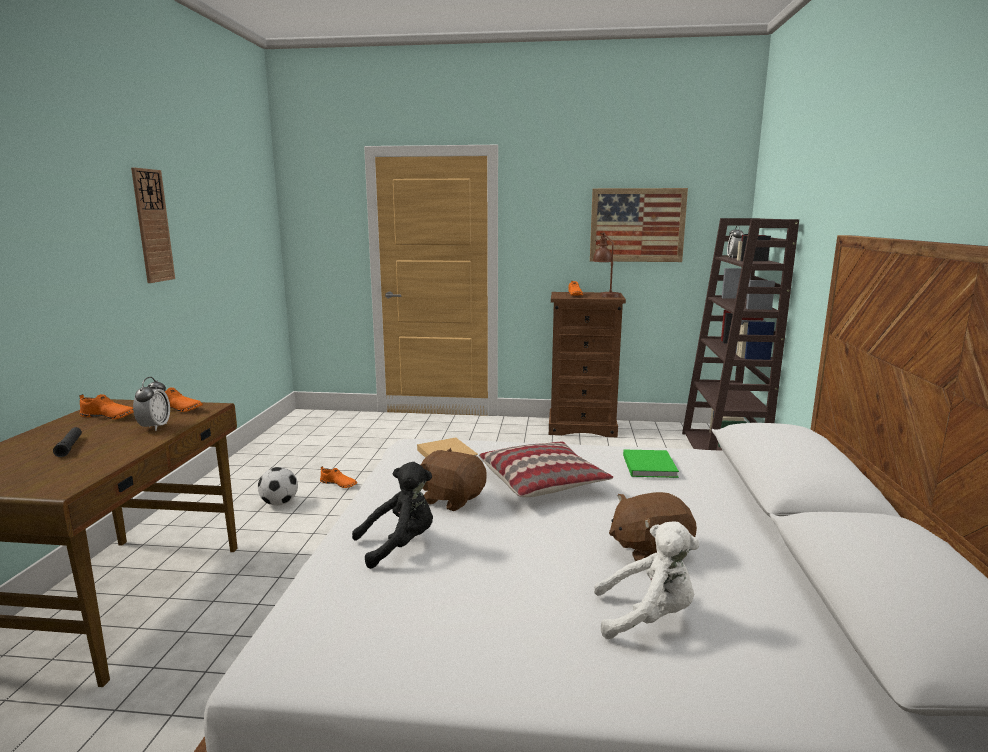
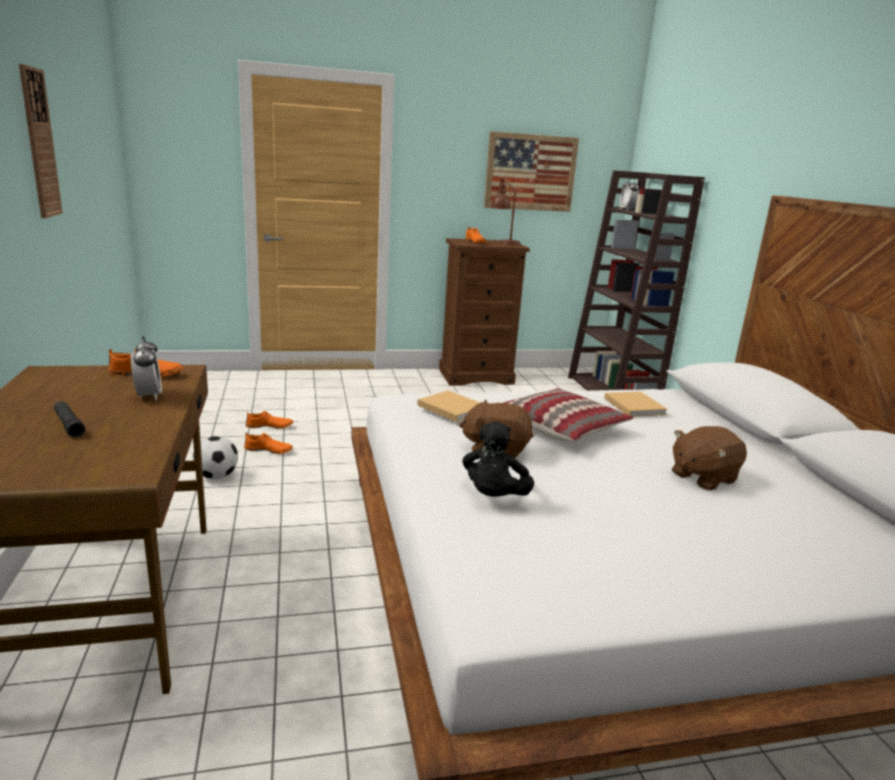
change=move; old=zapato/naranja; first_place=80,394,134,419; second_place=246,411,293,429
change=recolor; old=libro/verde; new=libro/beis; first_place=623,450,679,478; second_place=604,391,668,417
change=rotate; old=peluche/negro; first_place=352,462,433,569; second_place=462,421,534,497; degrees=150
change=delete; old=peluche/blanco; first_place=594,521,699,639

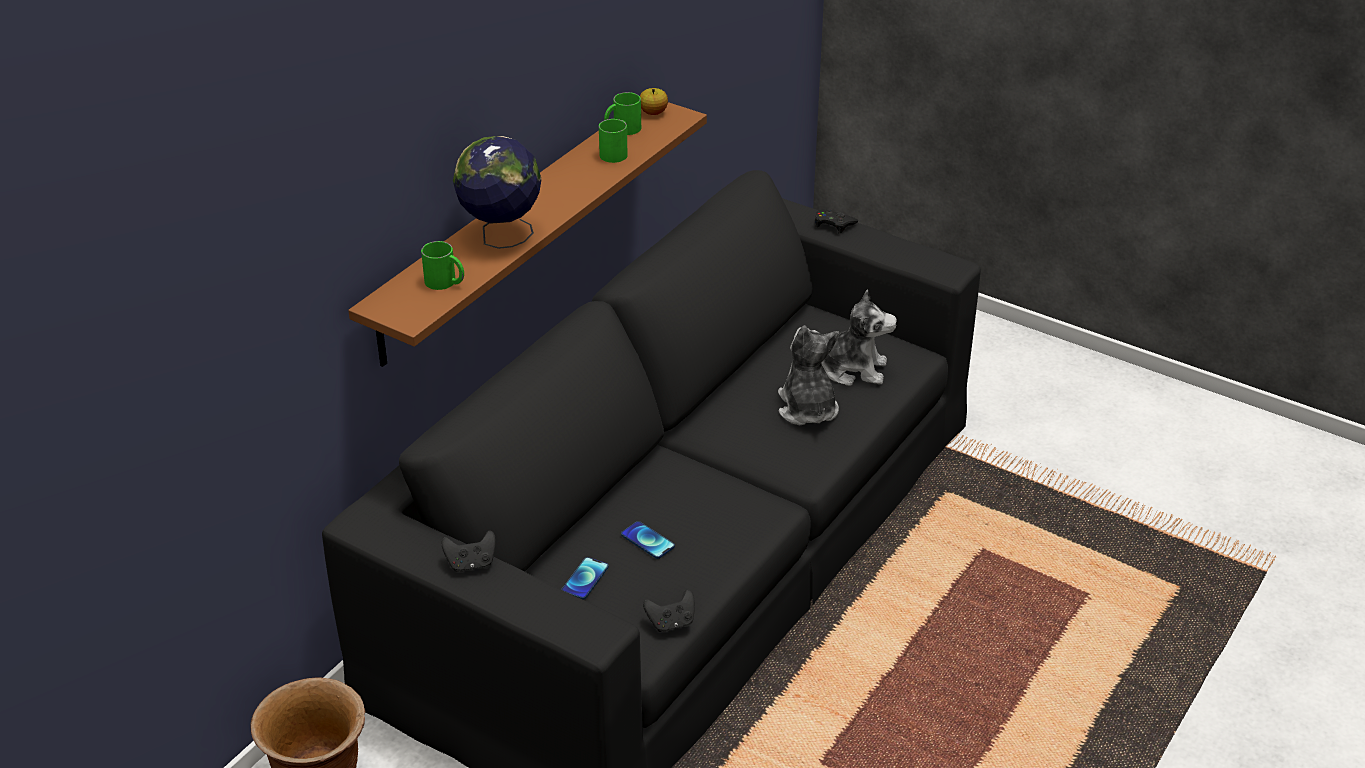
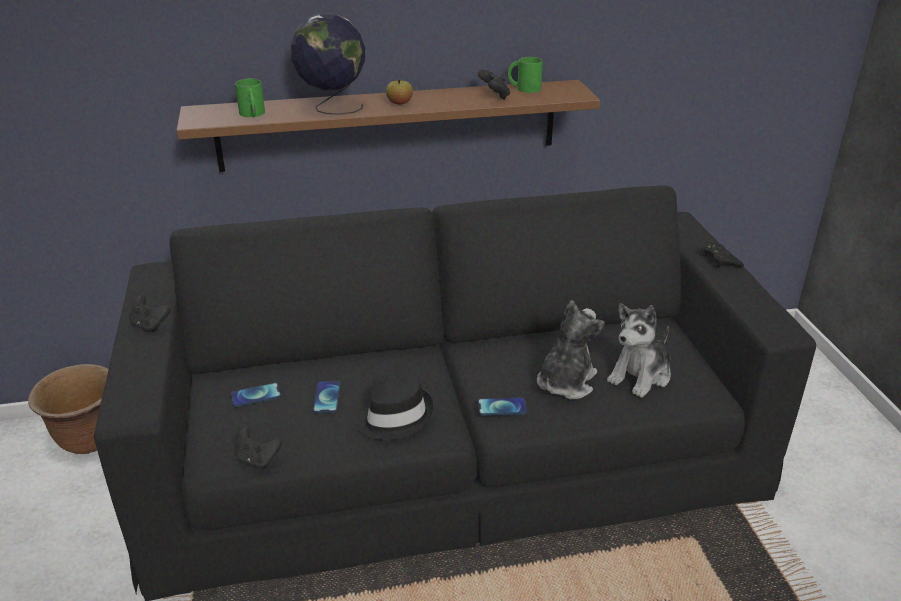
change=move; old=manzana; first_place=640,88,668,115; second_place=386,80,413,105
change=replace; old=taza grande/verde; new=mando de consola/negro; first_place=599,119,628,163; second_place=478,70,510,100
change=rotate; old=peluche; first_place=822,289,897,386; second_place=607,303,671,398; degrees=75
change=insert; new=sombrero/negro; second_place=358,372,433,440
change=insert; new=móvil; second_place=478,398,527,416

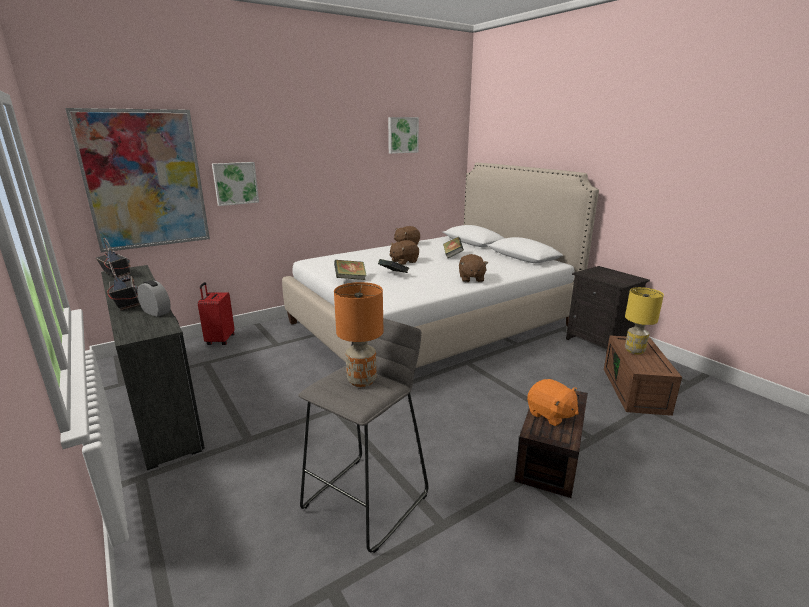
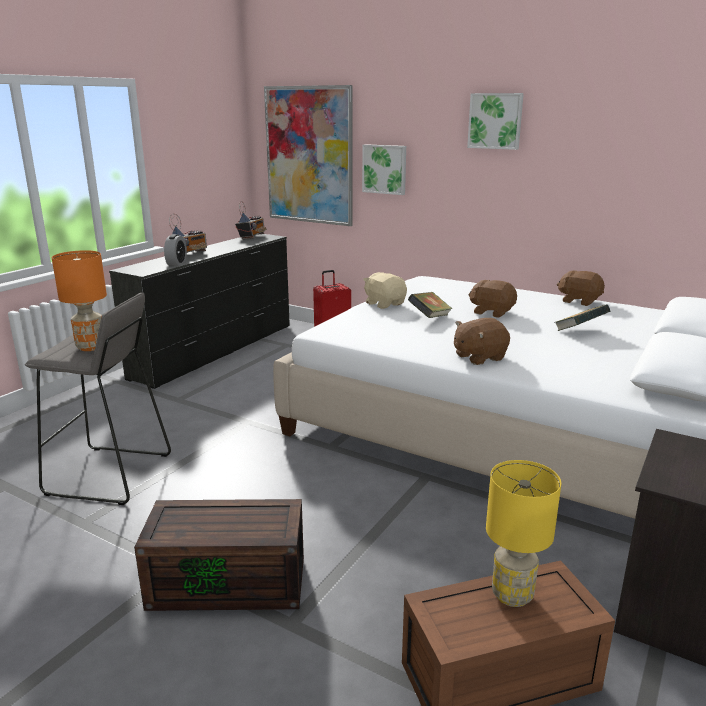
change=move; old=cuadro; first_place=388,117,419,154; second_place=467,93,524,150
change=replace; old=libro; new=peluche/beis; first_place=334,260,367,280; second_place=363,272,407,309
change=delete; old=peluche/naranja; first_place=527,379,579,426

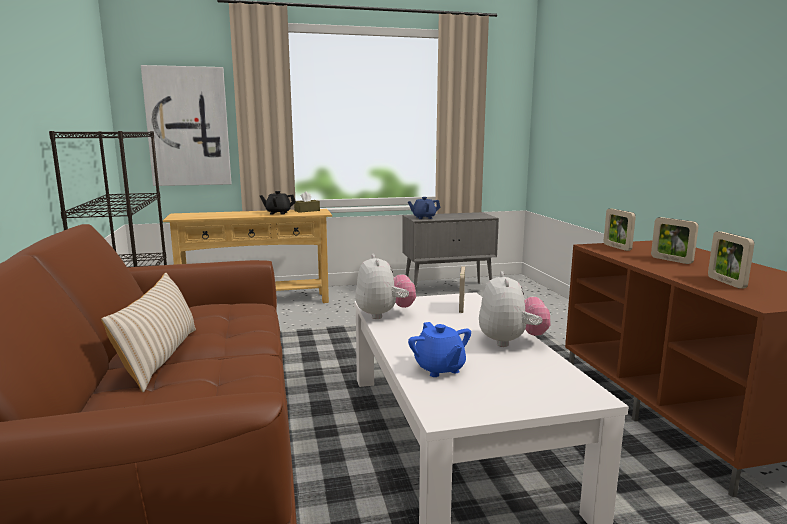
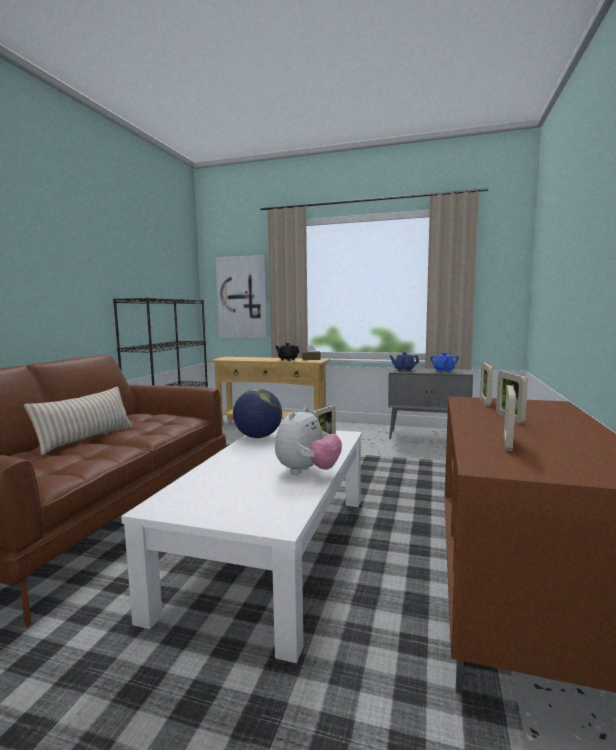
change=replace; old=peluche; new=globo terráqueo; first_place=355,254,416,319; second_place=233,389,282,438
change=move; old=tetera/azul; first_place=408,322,471,377; second_place=430,353,459,372

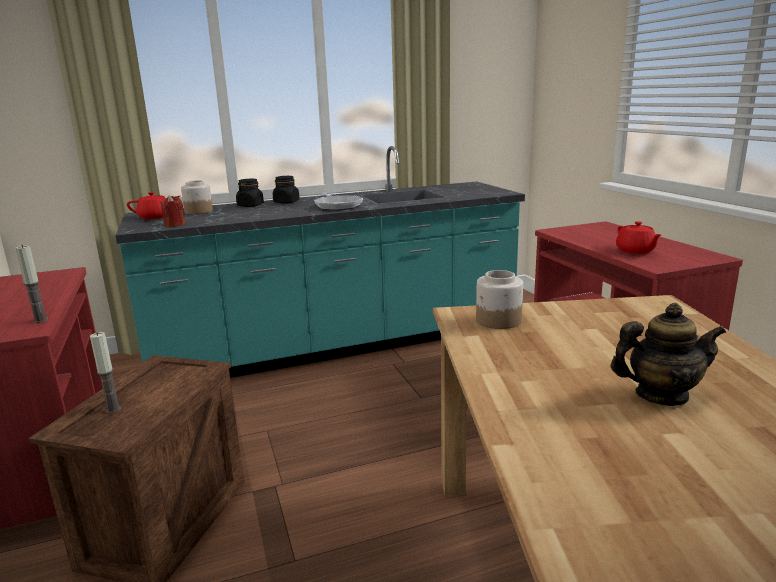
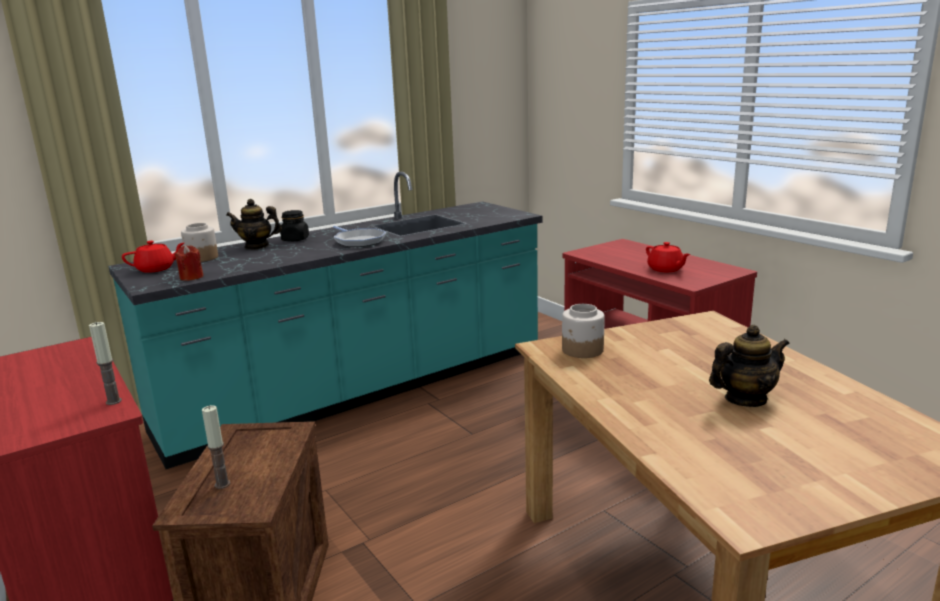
change=replace; old=tarro/negro; new=tetera; first_place=236,178,264,207; second_place=226,199,282,250

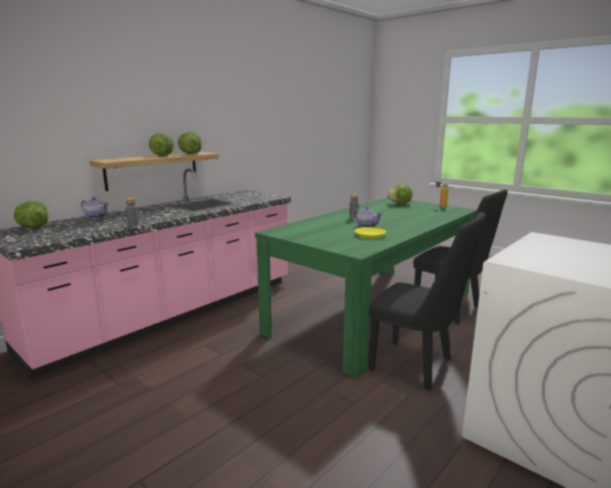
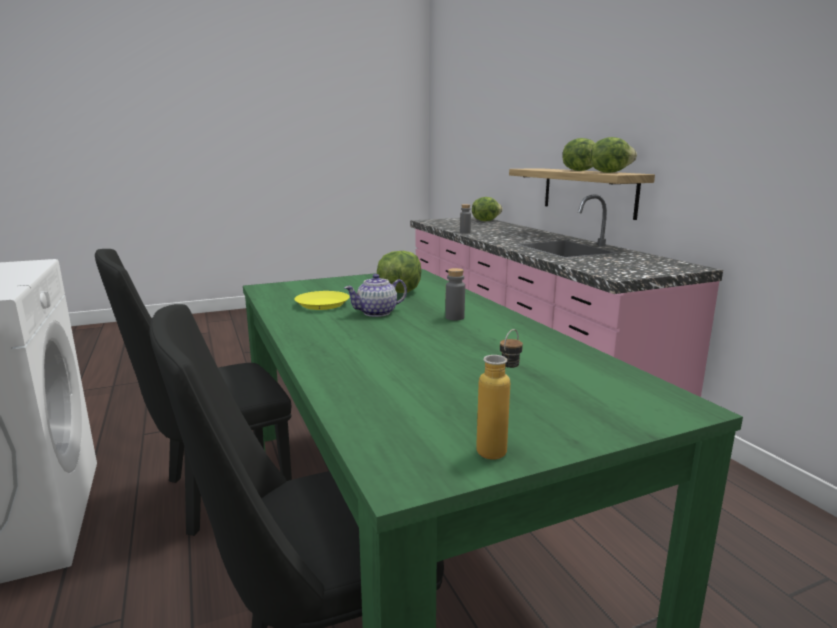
change=move; old=lechuga; first_place=387,184,413,204; second_place=377,251,421,293
change=delete; old=tetera; first_place=81,197,108,219

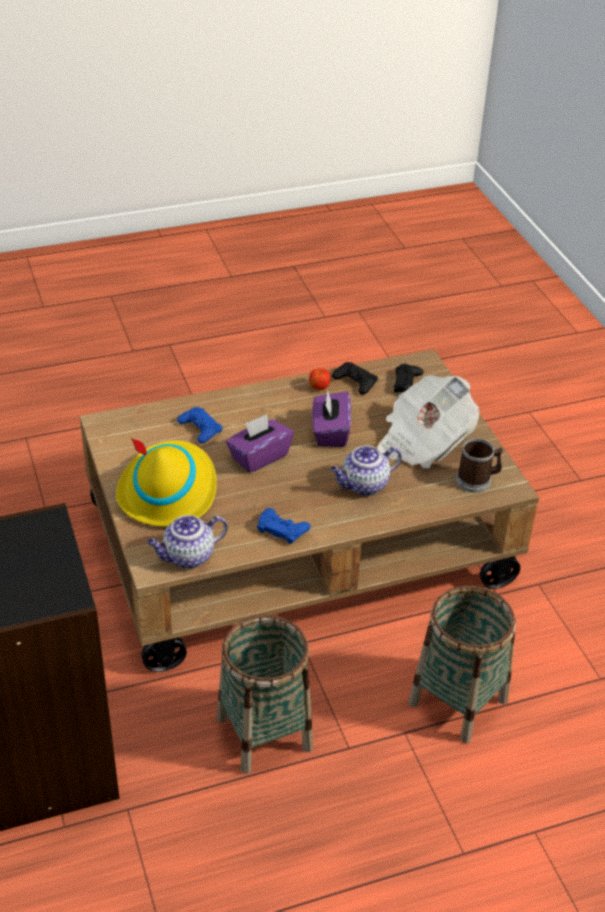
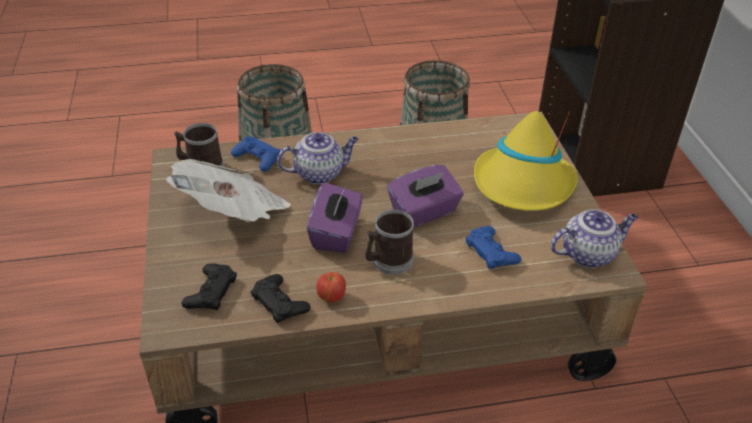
change=move; old=mando de consola/azul; first_place=257,508,311,544; second_place=231,137,281,171
change=move; old=tetera; first_place=147,515,228,569; second_place=550,209,638,268
change=insert; new=taza grande; second_place=365,210,414,275

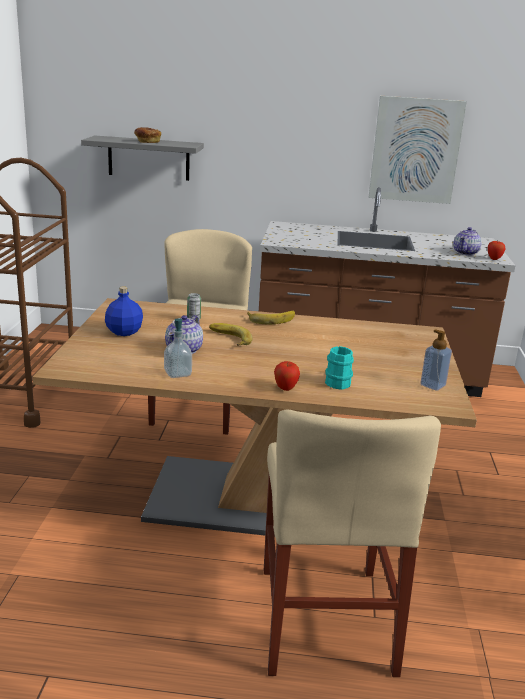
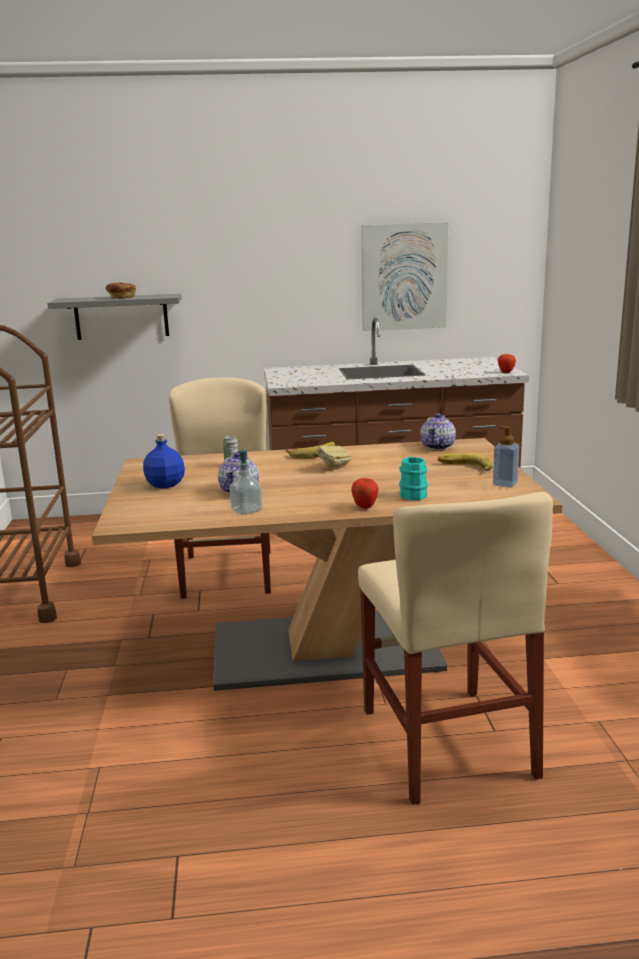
change=move; old=tetera; first_place=453,227,482,256; second_place=420,413,456,450
change=move; old=plátano; first_place=209,323,253,346; second_place=438,453,493,471
change=insert; new=pan; second_place=317,446,351,467

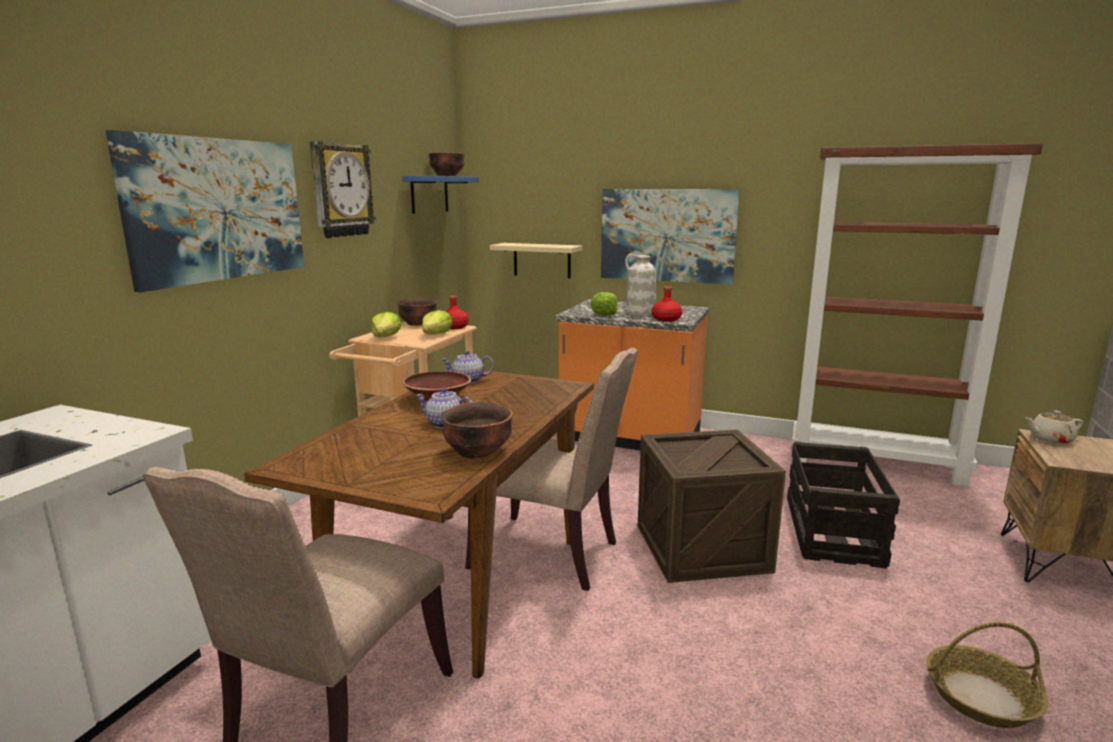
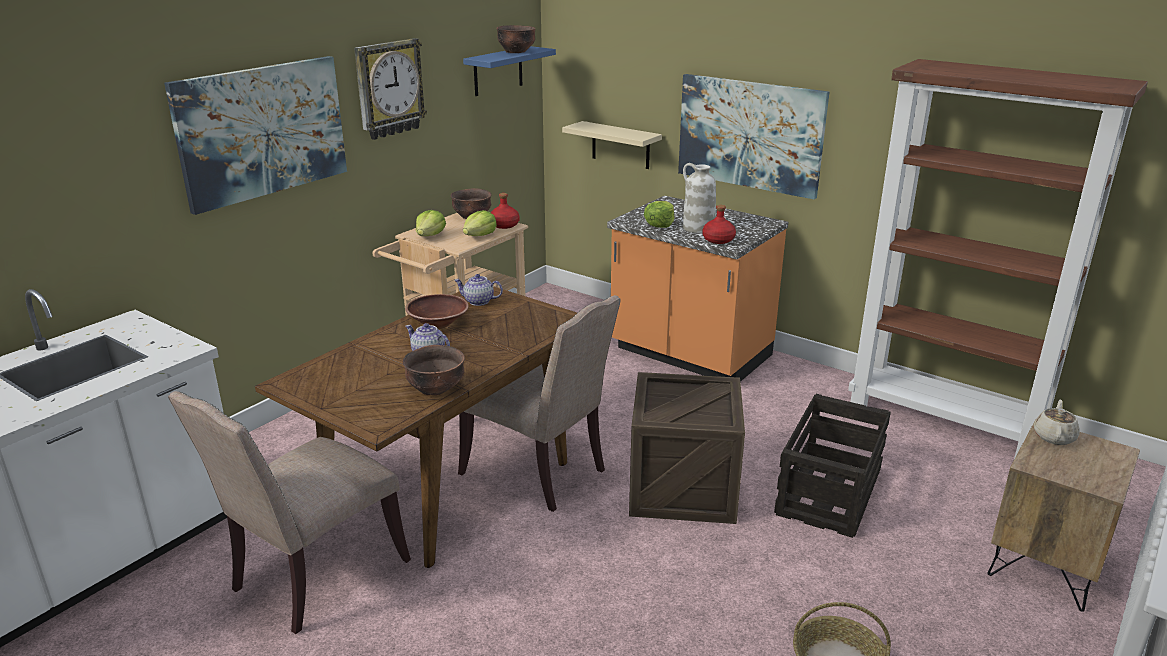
change=rotate; old=tetera/beis; first_place=1026,411,1083,444; second_place=1034,399,1080,445; degrees=105

